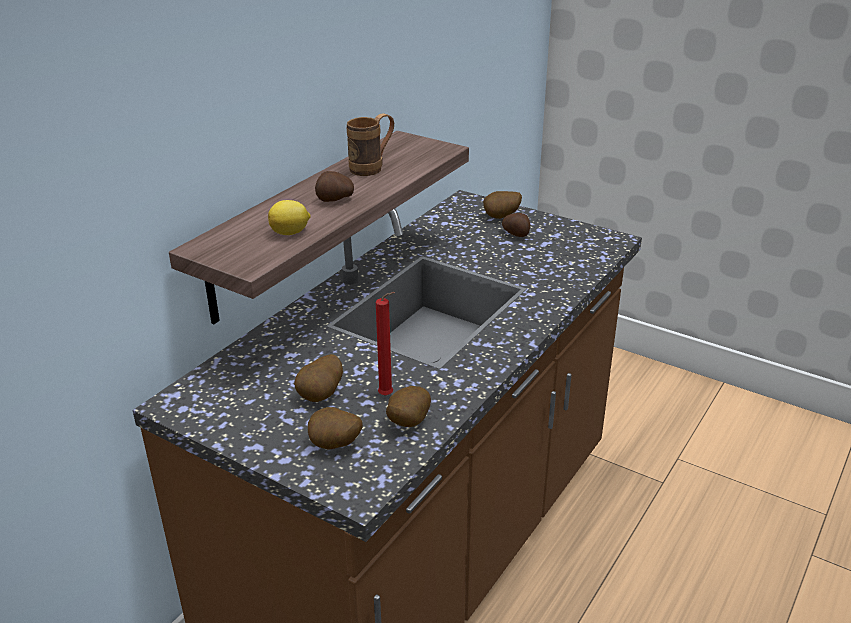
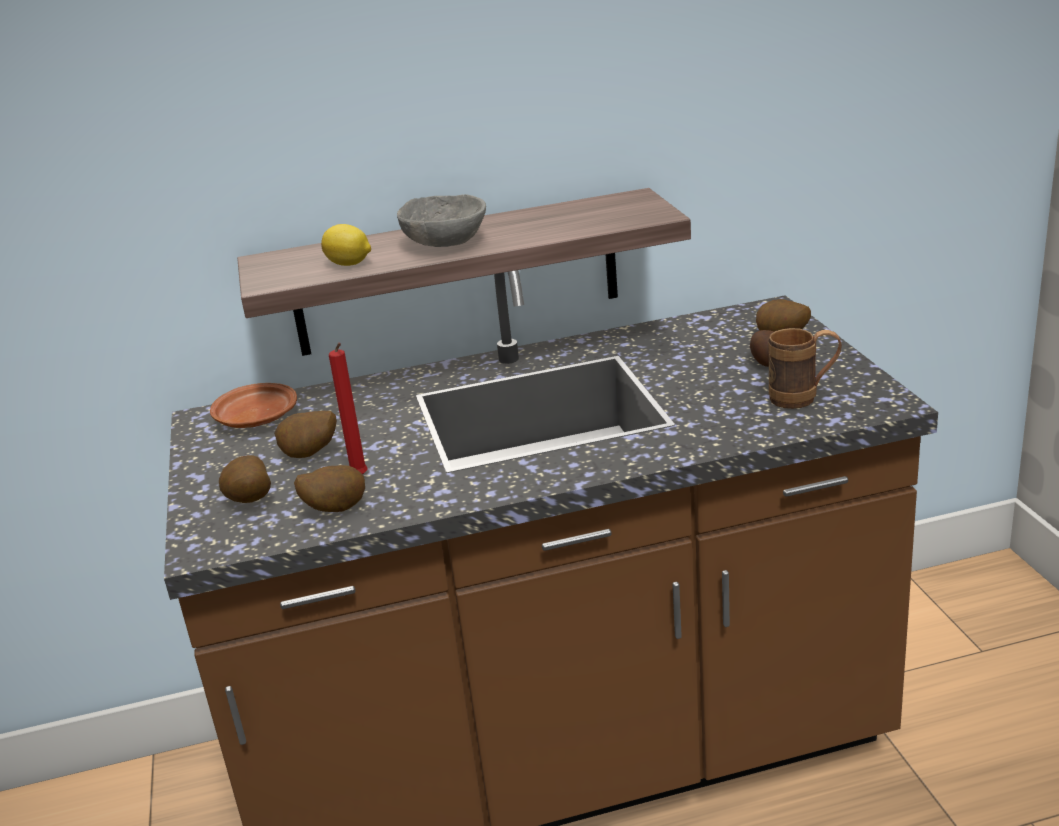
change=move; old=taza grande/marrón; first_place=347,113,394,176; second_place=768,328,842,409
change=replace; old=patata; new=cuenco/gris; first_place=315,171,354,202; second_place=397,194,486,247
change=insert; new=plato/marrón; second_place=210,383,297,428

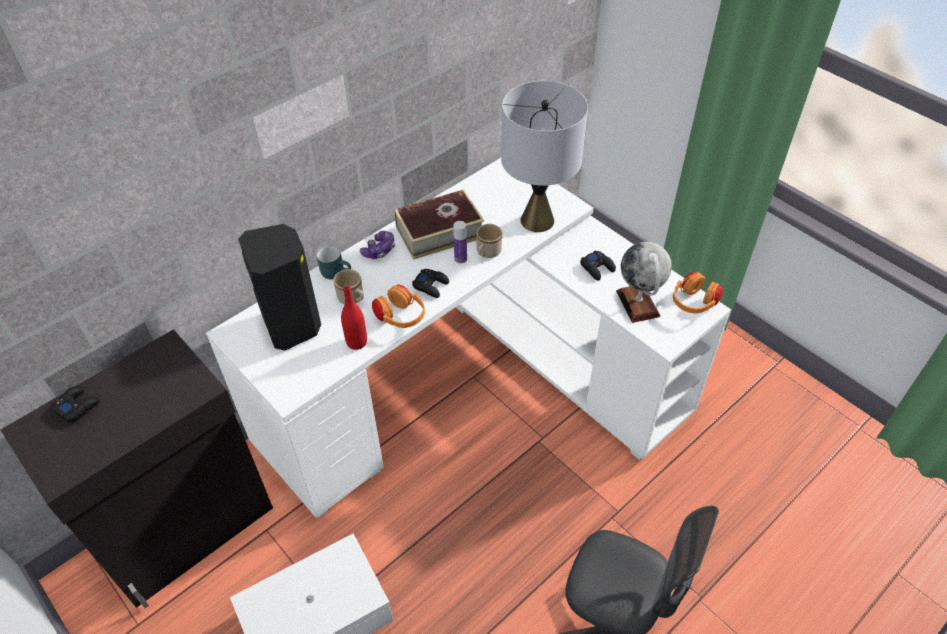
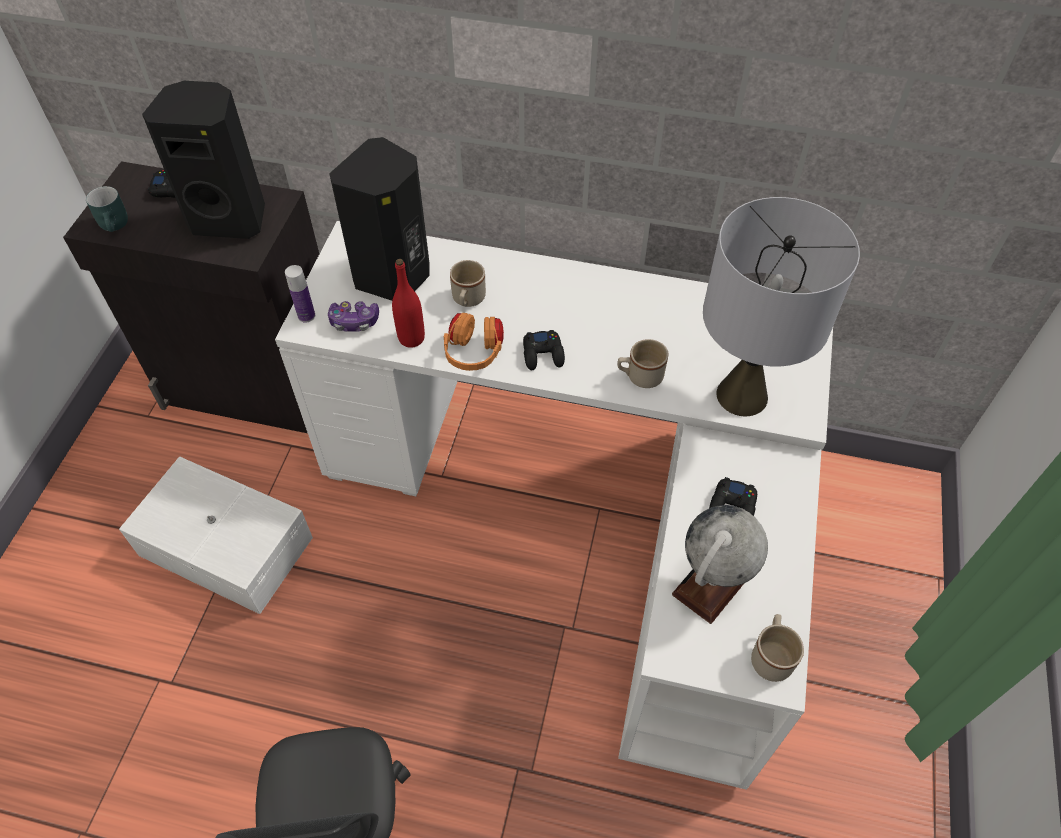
change=delete; old=libro; first_place=394,189,484,260
change=move; old=botella; first_place=453,221,467,264; second_place=285,265,315,323
change=move; old=mando de consola; first_place=360,231,395,259; second_place=328,301,379,332
change=move; old=taza grande/turquesa; first_place=316,246,351,279; second_place=86,186,128,232
change=replace; old=auriculares/naranja; new=taza grande/beis; first_place=673,271,723,314; second_place=751,614,804,682
change=insert; new=altavoz/negro; second_place=142,81,265,239

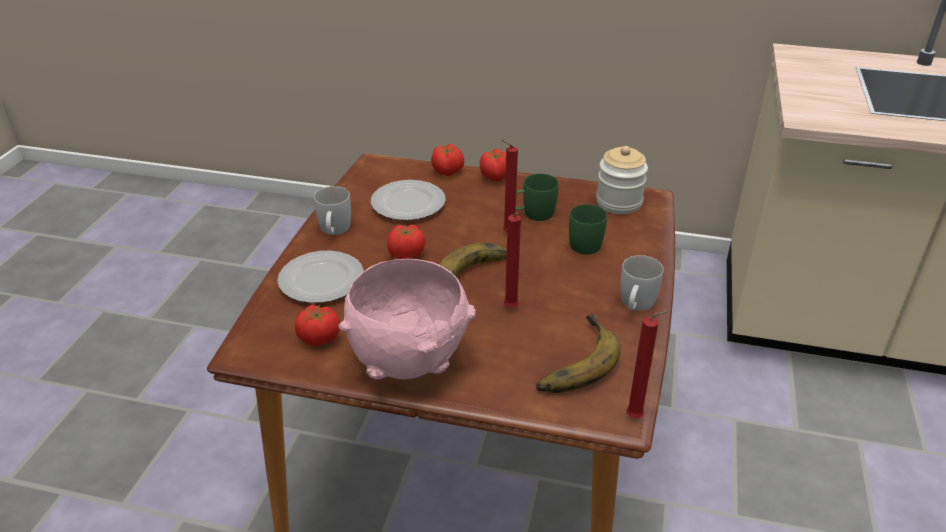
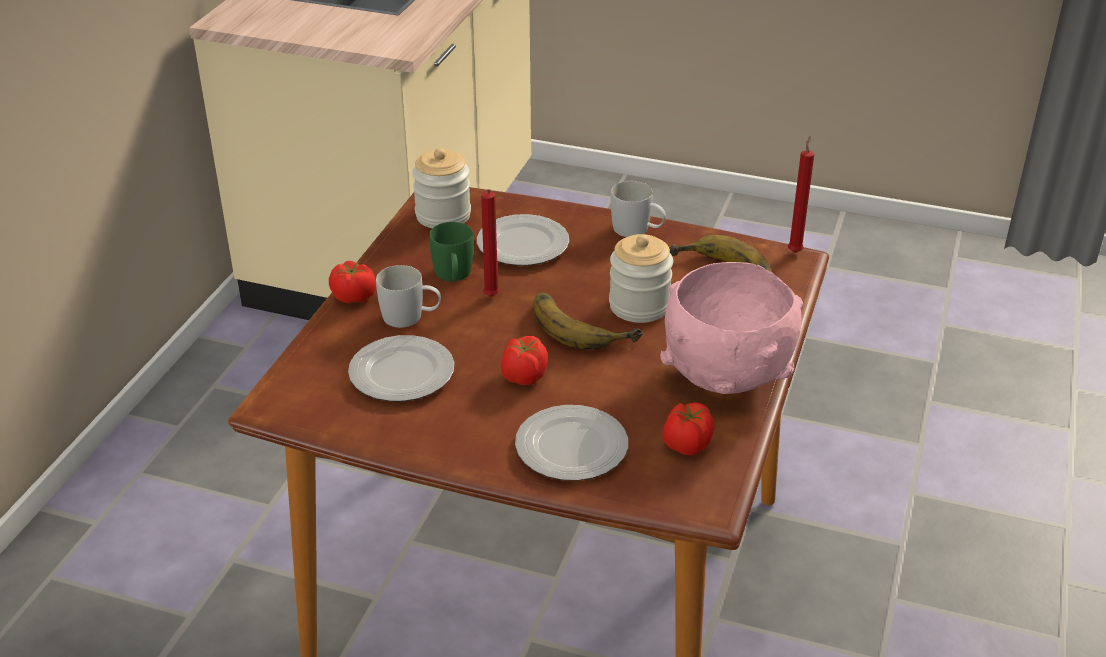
change=delete; old=tomate; first_place=431,144,464,176
change=move; old=taza grande/blanco; first_place=314,186,351,235; second_place=376,265,441,328
change=replace; old=taza grande/verde; new=plato; first_place=569,204,607,255; second_place=477,214,569,266
change=replace; old=vela/rojo; new=tarro; first_place=504,213,521,308; second_place=609,234,673,323

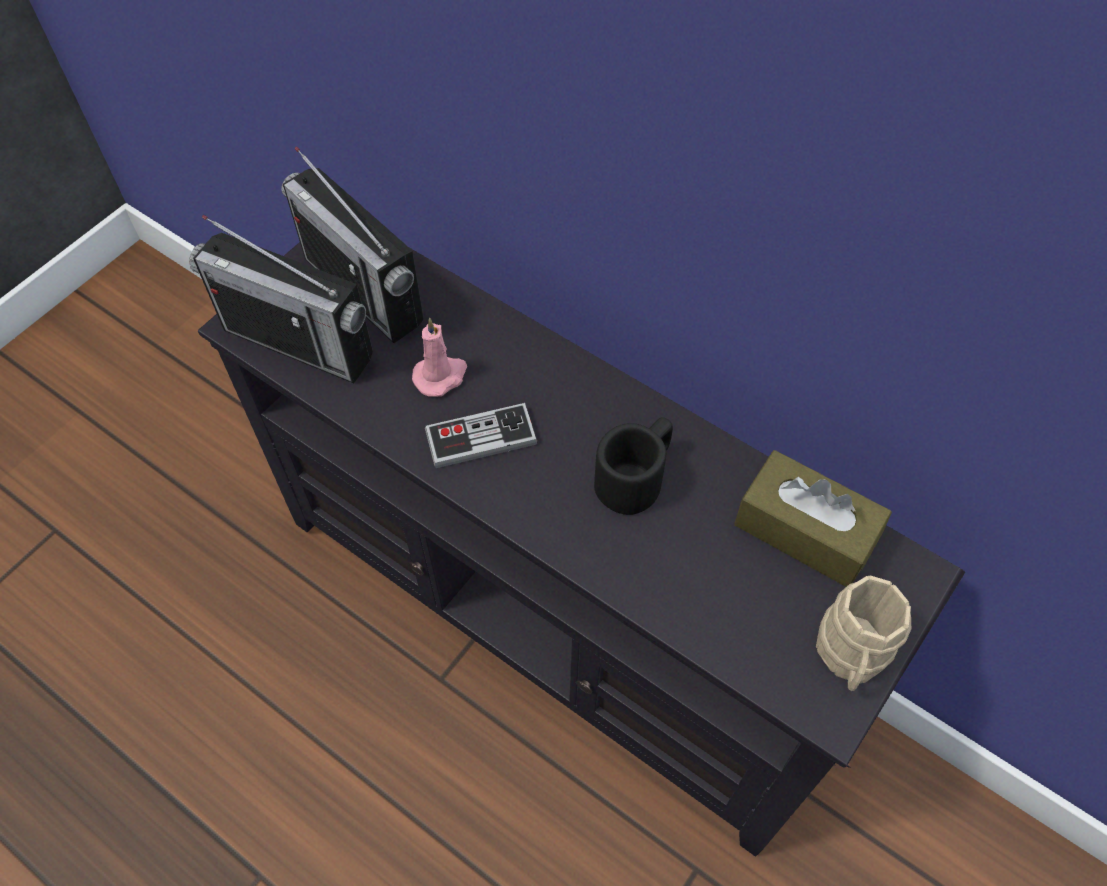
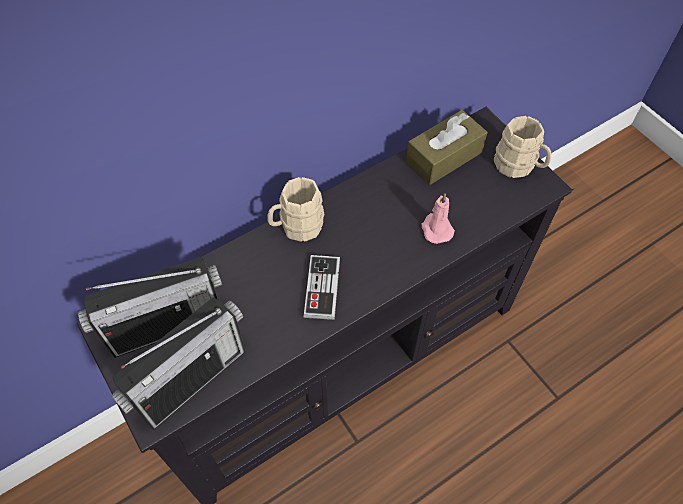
change=move; old=vela/rosa; first_place=412,318,467,397; second_place=422,193,455,244
change=delete; old=taza grande/negro; first_place=594,417,673,515
change=insert; new=taza grande/beis; second_place=267,177,325,242

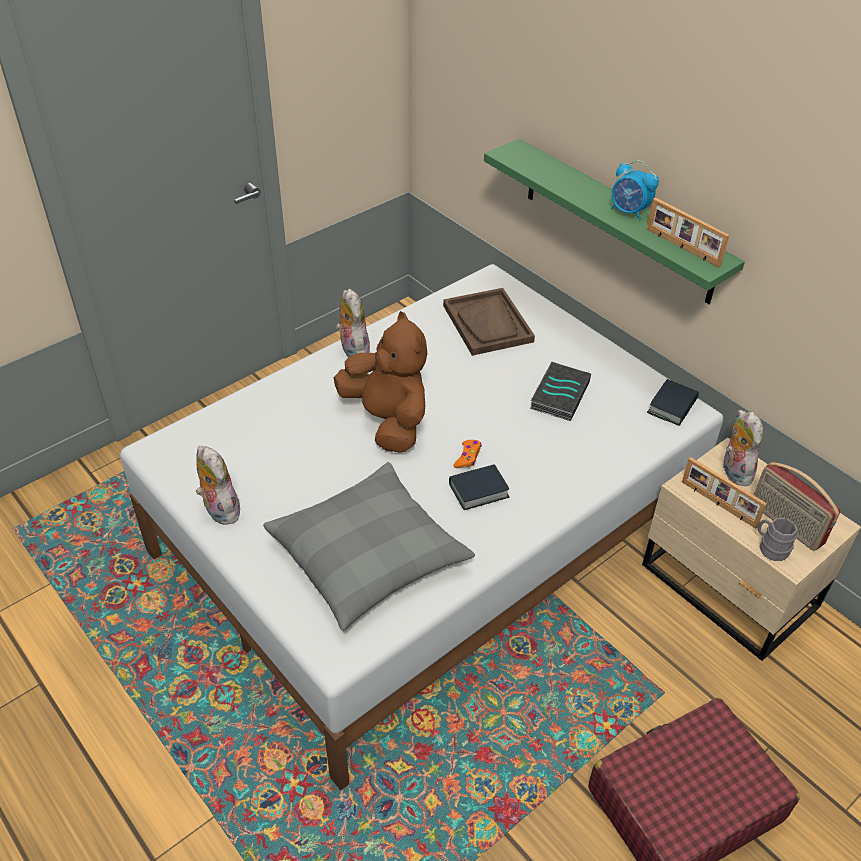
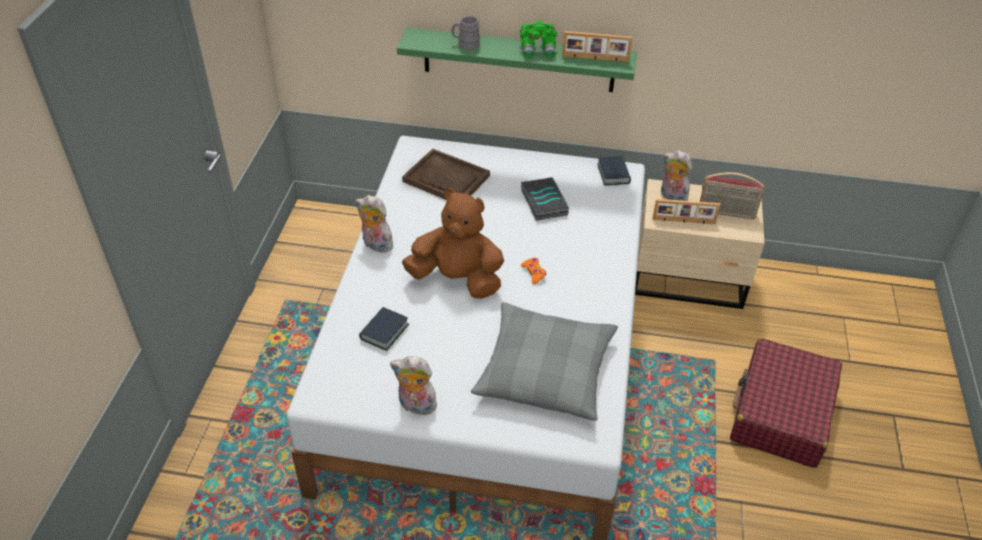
change=replace; old=despertador; new=prismáticos/verde; first_place=611,161,659,220; second_place=520,20,557,58
change=move; old=libro; first_place=449,464,510,510; second_place=359,307,409,351
change=move; old=taza grande/gris; first_place=757,518,798,561; second_place=452,16,480,50

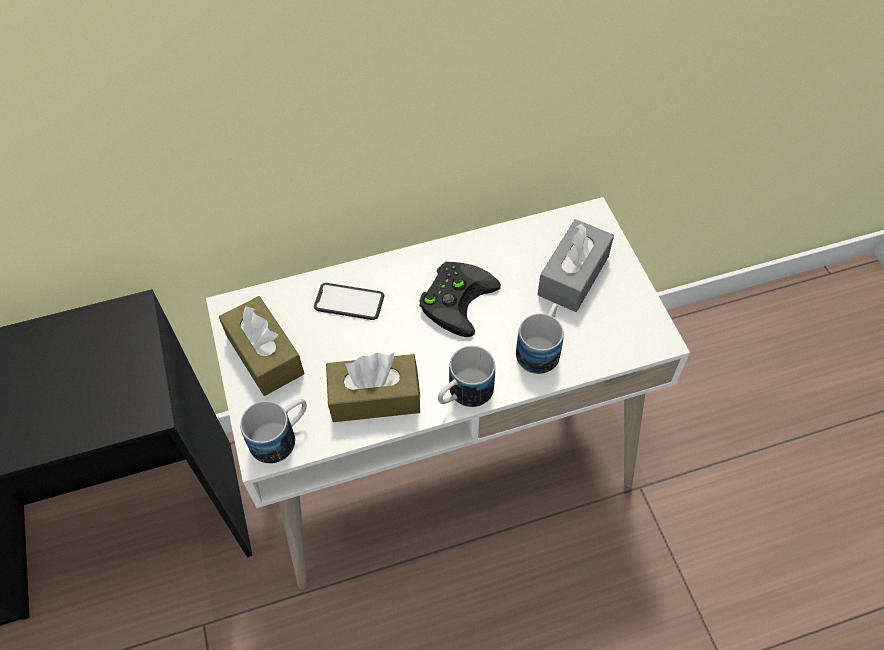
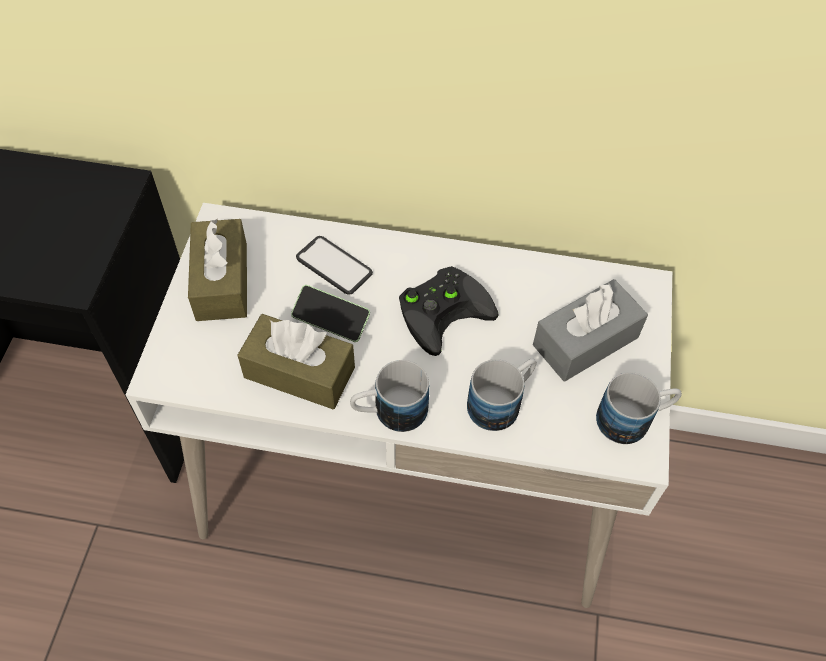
change=move; old=taza grande; first_place=240,399,307,464; second_place=596,372,682,444
change=insert; new=móvil; second_place=291,285,370,342

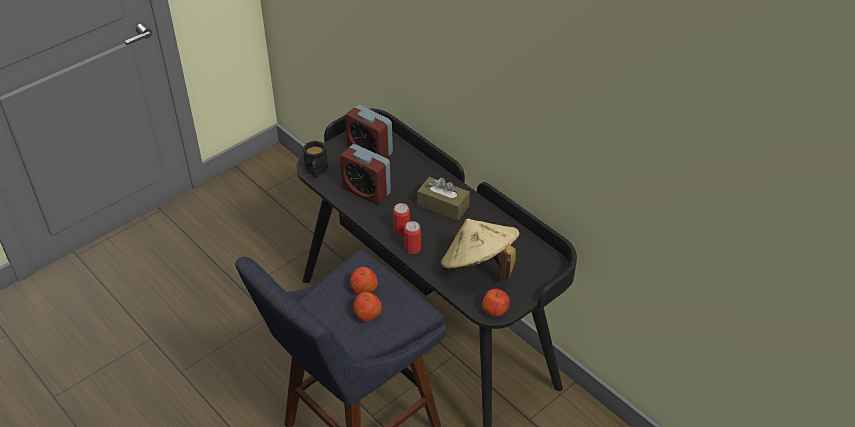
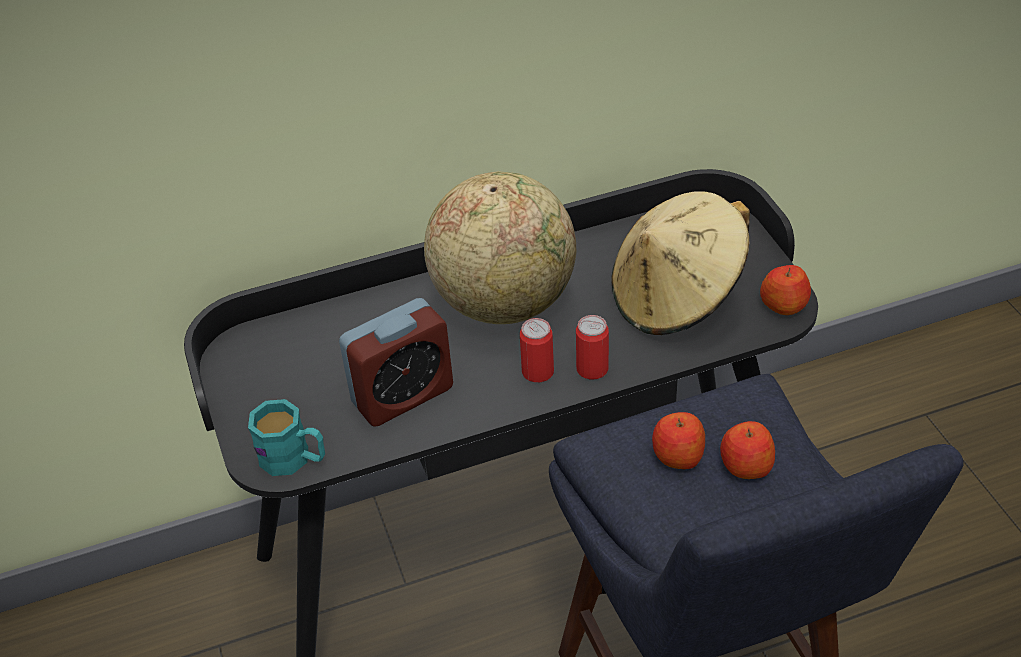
change=delete; old=despertador; first_place=345,105,393,158
change=recolor; old=taza grande/negro; new=taza grande/turquesa; first_place=303,141,328,178; second_place=248,399,325,476
change=replace; old=caja de pañuelos/marrón; new=globo terráqueo; first_place=417,177,470,221; second_place=424,171,576,324

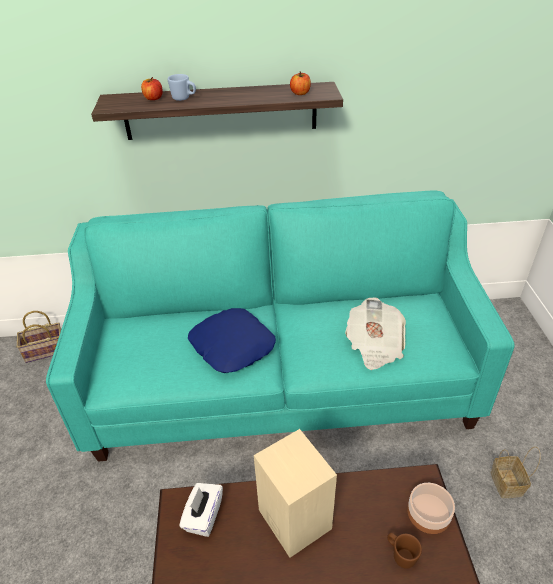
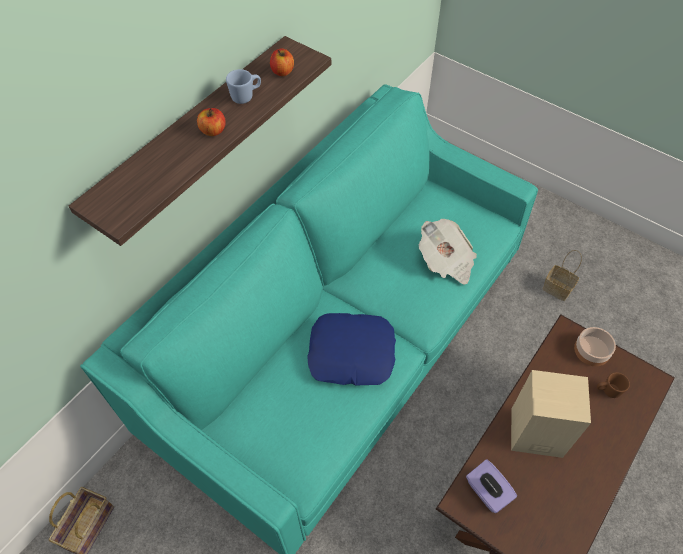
change=move; old=taza grande/azul; first_place=168,74,196,101; second_place=226,69,261,104
change=move; old=manzana; first_place=141,77,163,100; second_place=197,108,226,136
change=recolor; old=caja de pañuelos/blanco; new=caja de pañuelos/morado; first_place=179,483,223,537; second_place=466,459,517,513

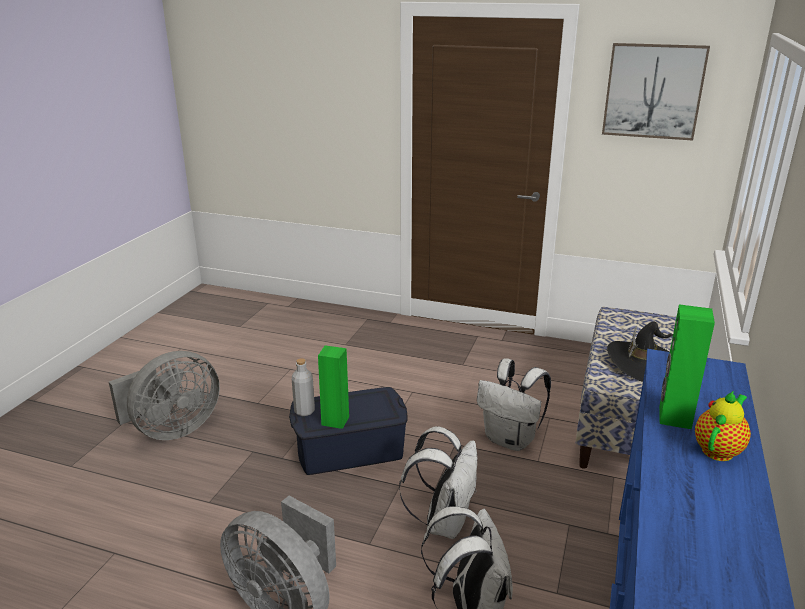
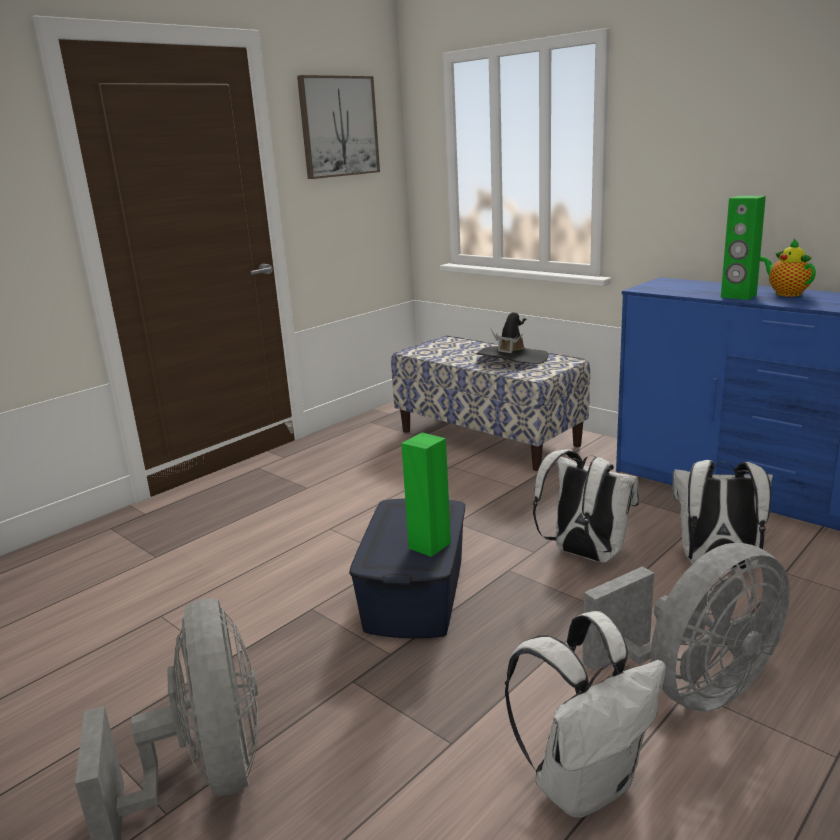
change=delete; old=botella/gris; first_place=292,358,315,416
change=move; old=mochila/blanco; first_place=477,358,551,451; second_place=505,611,666,817

